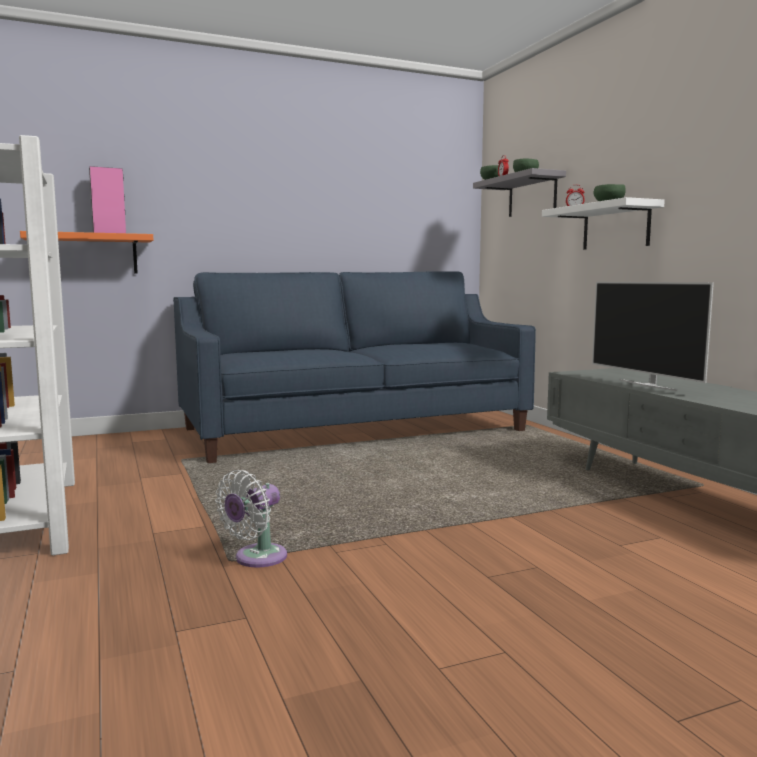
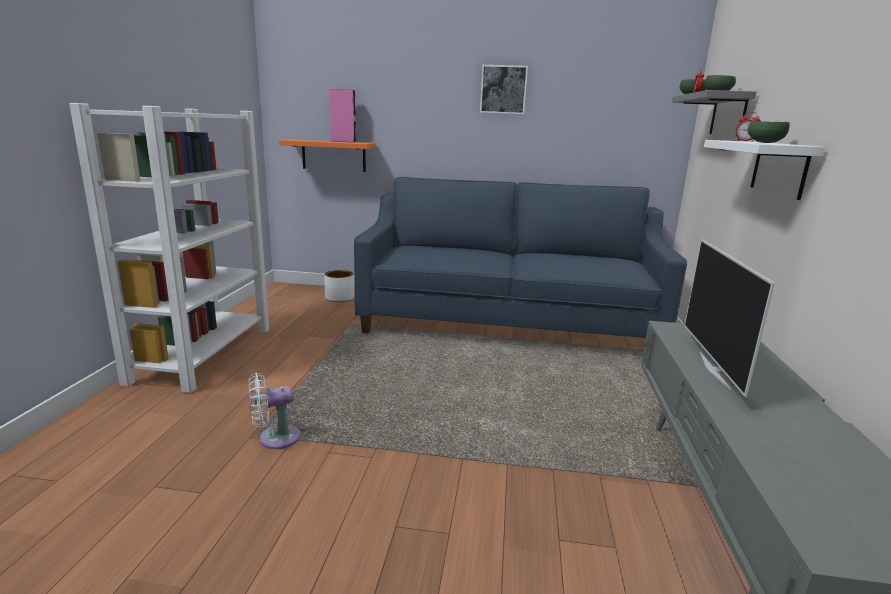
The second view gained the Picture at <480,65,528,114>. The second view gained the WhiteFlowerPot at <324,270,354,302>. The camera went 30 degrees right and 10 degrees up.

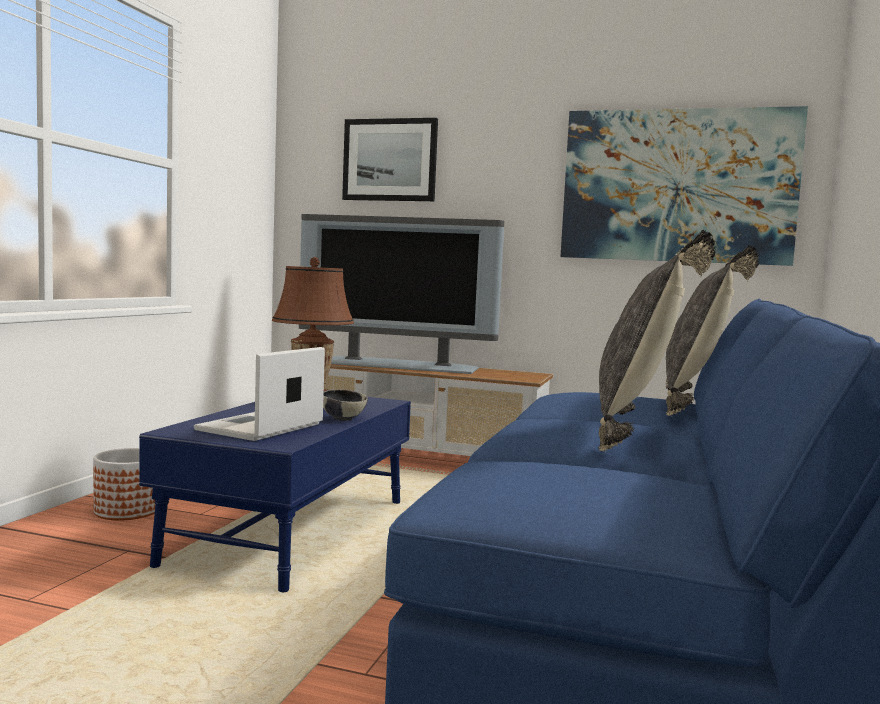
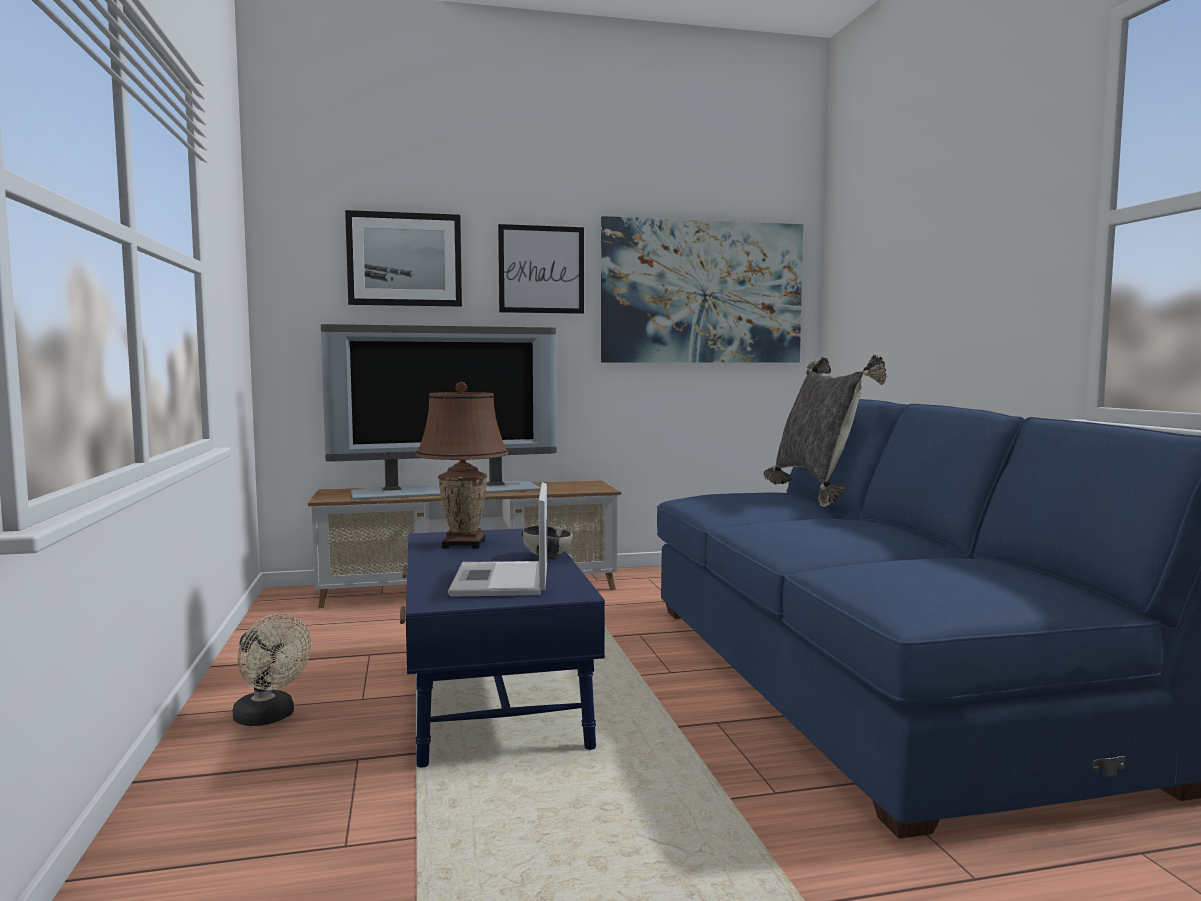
The second view lost the ThrowPillow at <598,230,716,452>. Where the FlowerPot stood at <93,448,155,521>, the BeigeColouredFan came to stand at <232,613,311,726>. The second view gained the Picture at <498,224,584,314>. The camera went 30 degrees left and 0 degrees up.

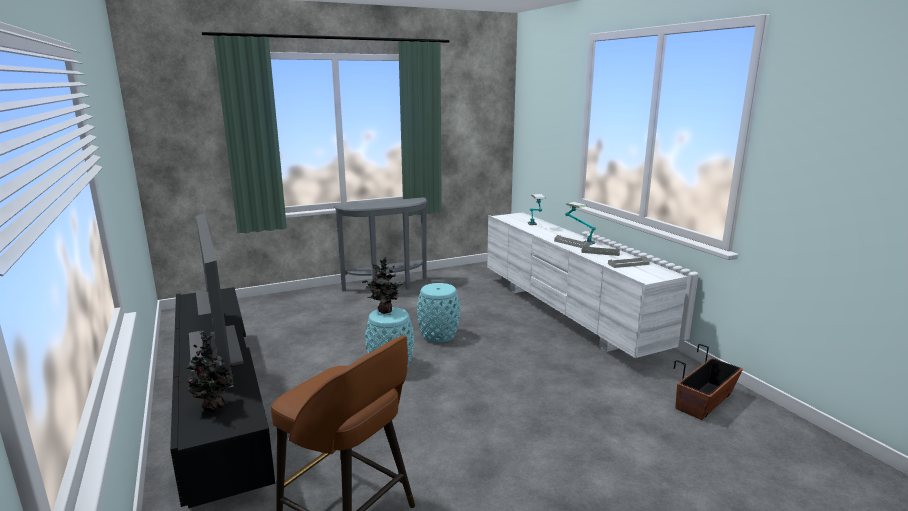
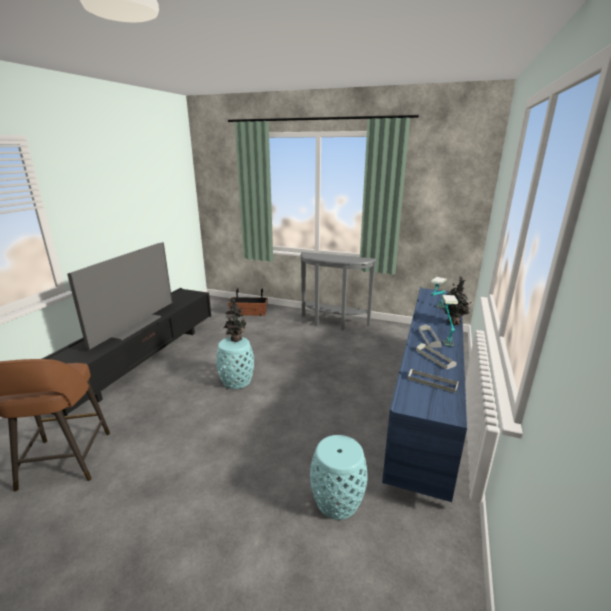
What was the WhiteCabinet at <487,213,688,358> turned into the BlueColouredCabinet at <382,287,467,502>. The TurquoiseSittingStool ended up elsewhere, having gone from <417,283,460,343> to <310,435,368,520>. The Houseplant ended up elsewhere, having gone from <186,331,234,412> to <443,276,471,325>. The FlowerPot ended up elsewhere, having gone from <674,344,743,420> to <228,288,268,316>. The camera went 45 degrees right and 5 degrees up.

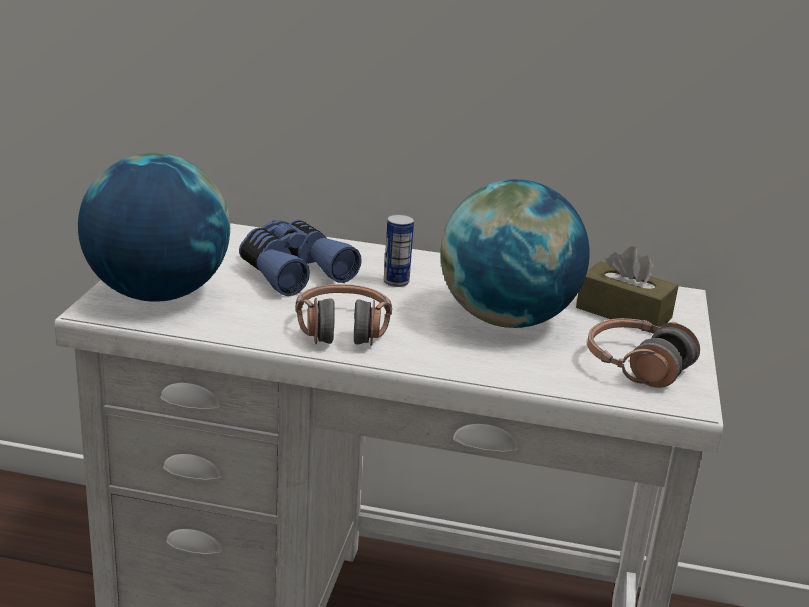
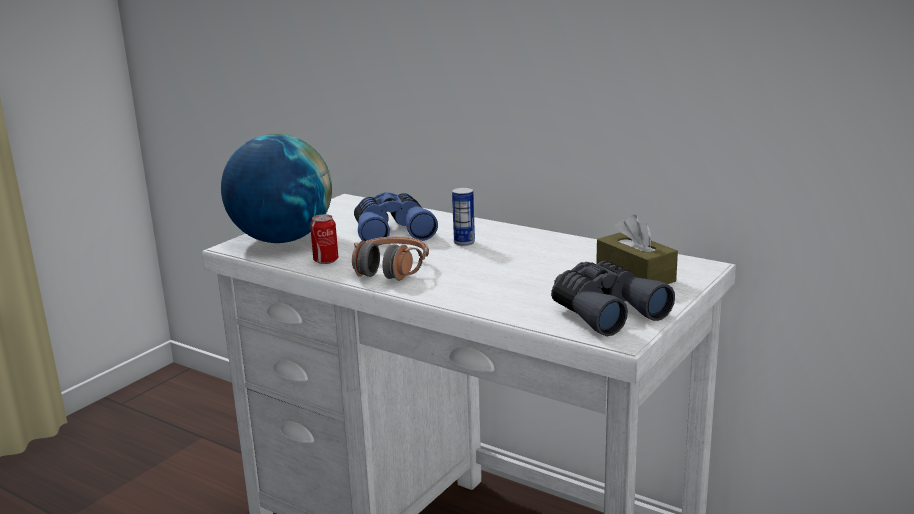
The second view lost the Globe at <440,179,590,328>. Where the Headphones stood at <587,318,700,388>, the GreyBinoculars came to stand at <551,261,675,336>. The second view gained the MetalCan at <310,214,338,264>. The camera went 25 degrees right and 5 degrees down.

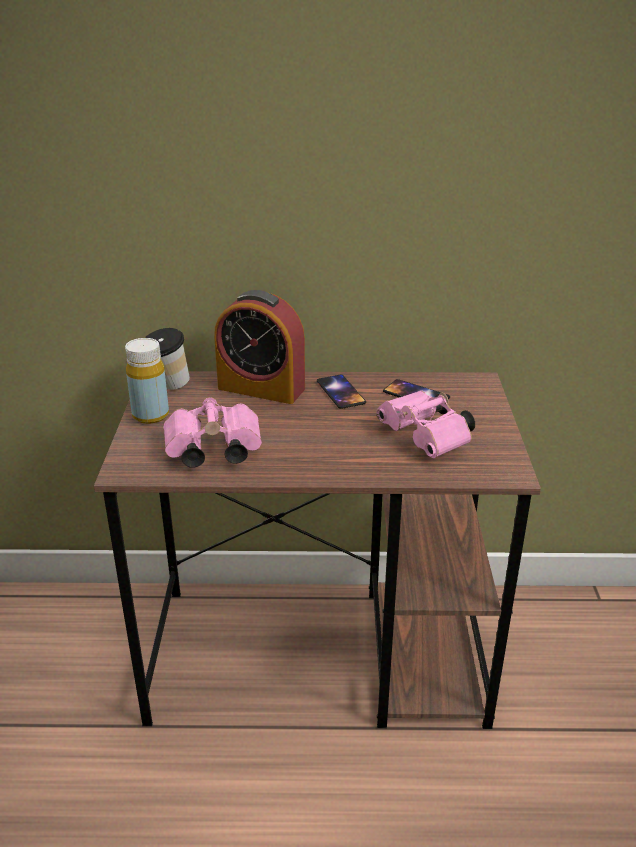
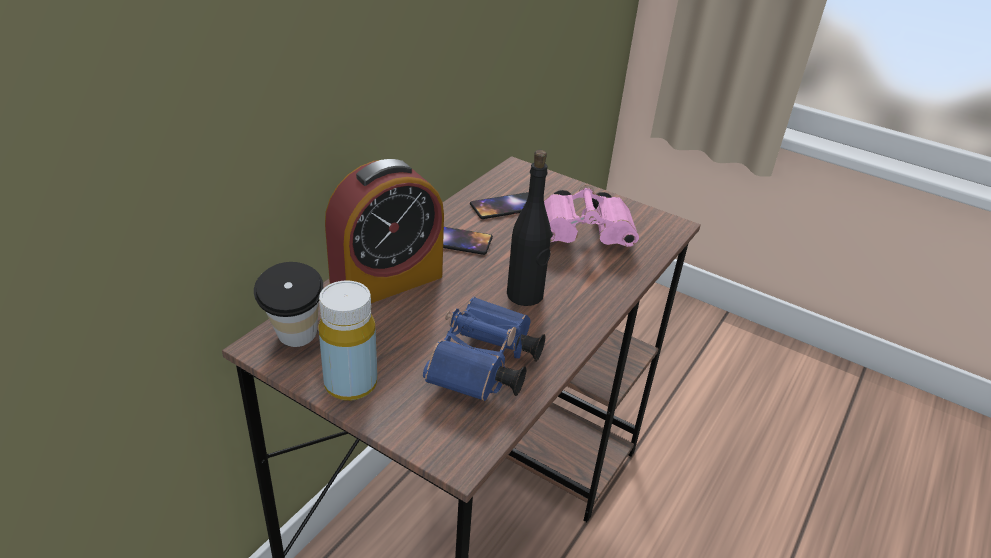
What was the PinkColouredBinoculars at <164,397,262,468> turned into the BlueColouredBinoculars at <423,297,546,401>. The second view gained the BlackBottle at <507,150,551,306>. The camera went 60 degrees left and 5 degrees up.

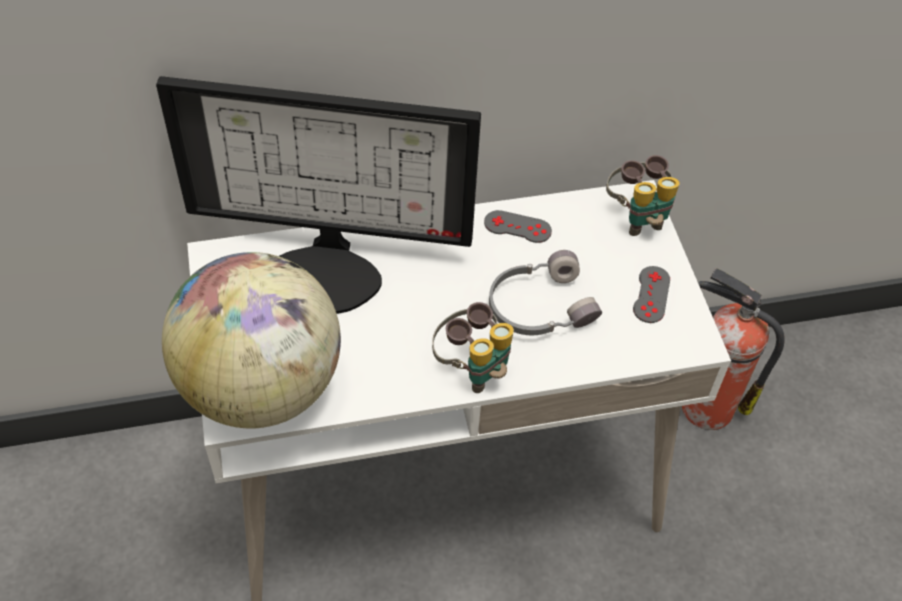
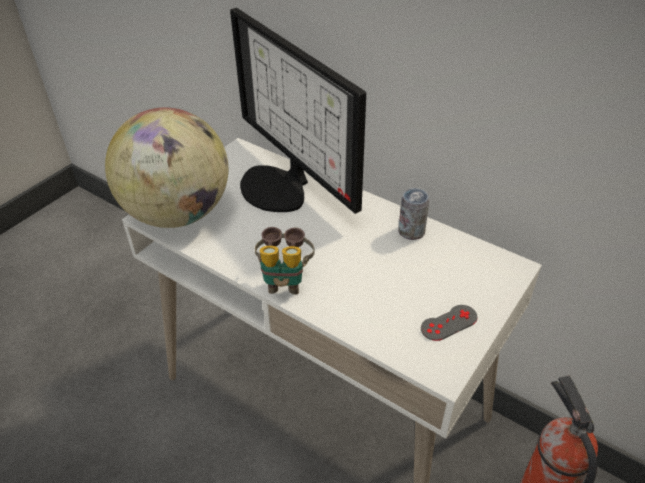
The second view lost the Binoculars at <606,155,680,236>. Where the GreyGamepad stood at <484,210,552,243>, the MetalCan came to stand at <398,188,429,240>. The second view lost the GreyHeadphones at <489,250,602,335>. The camera went 50 degrees right and 10 degrees down.

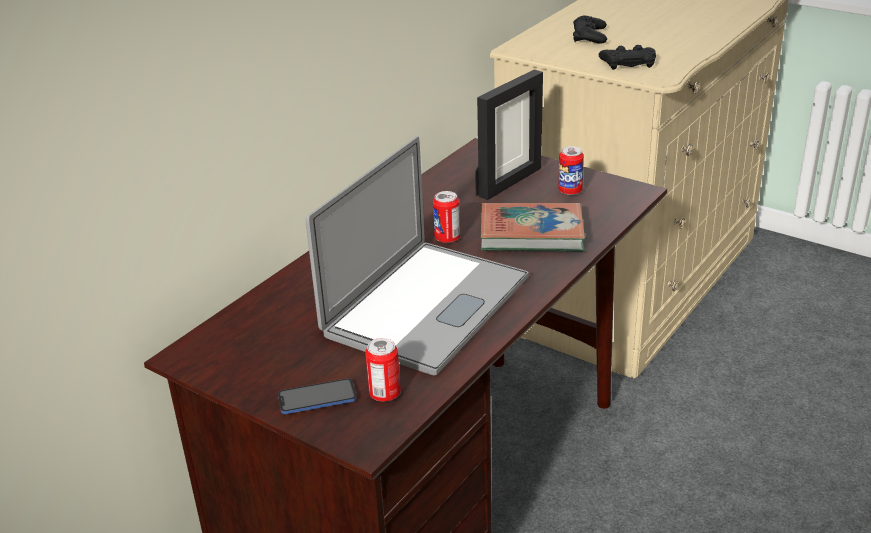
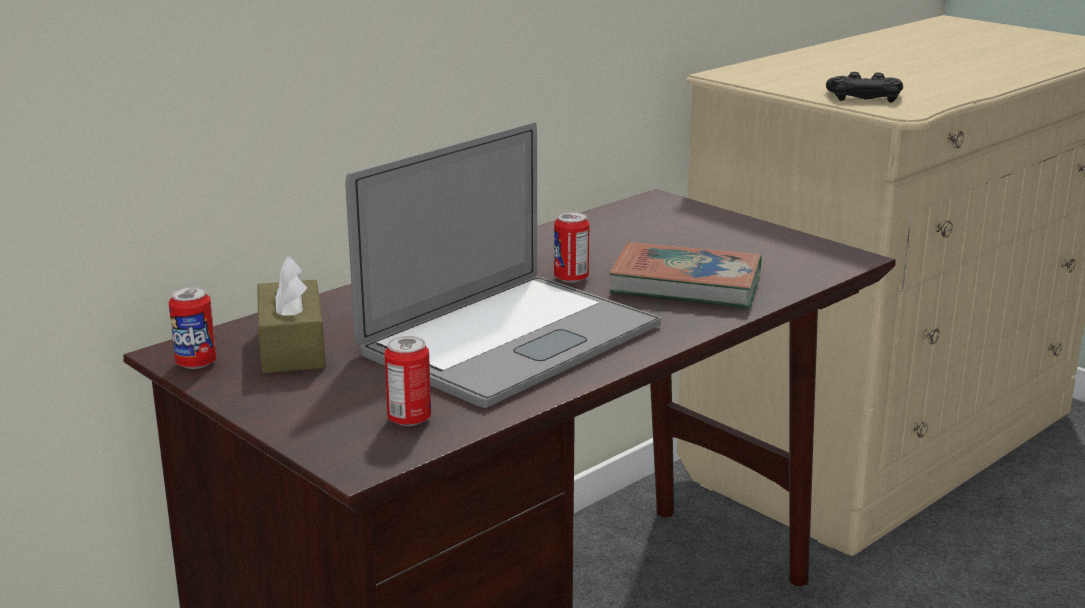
The second view lost the BlackGamepad at <573,15,607,44>. The second view lost the StandingFrame at <475,70,543,200>. The MetalCan ended up elsewhere, having gone from <558,146,584,195> to <169,287,216,369>. The second view lost the Handset at <278,379,357,414>. The second view gained the BrownColouredTissueBox at <257,256,326,373>. The camera went 10 degrees right and 10 degrees down.

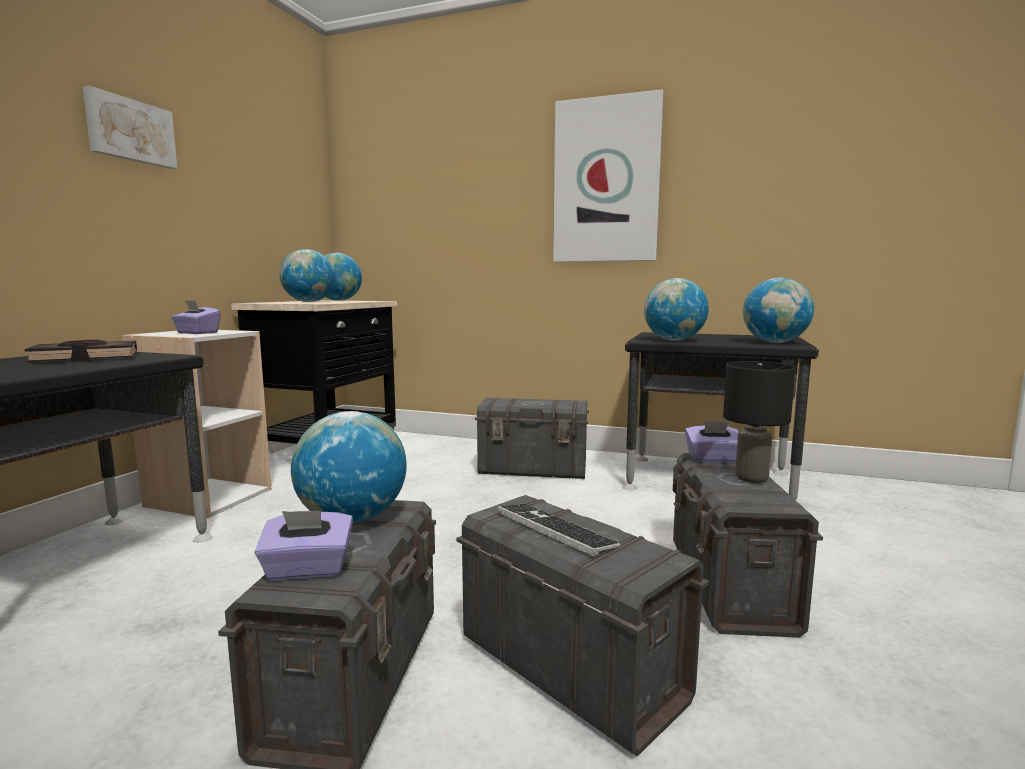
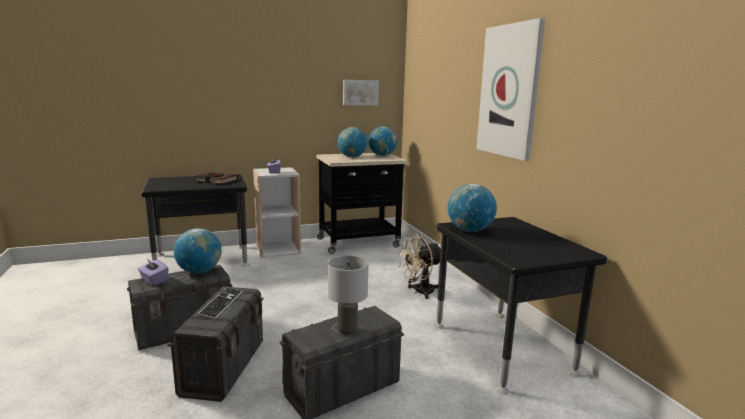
The Picture ended up elsewhere, having gone from <83,86,177,169> to <343,80,379,105>. The second view lost the Globe at <743,278,814,343>. What was the BlackTableLamp at <723,361,796,483> turned into the WhiteTableLamp at <328,255,368,335>. Where the GreyStorageBin stood at <475,398,589,479>, the BeigeColouredFan came to stand at <398,234,441,299>. The second view lost the PurplishTissueBox at <685,421,738,463>. The camera went 50 degrees right and 5 degrees up.

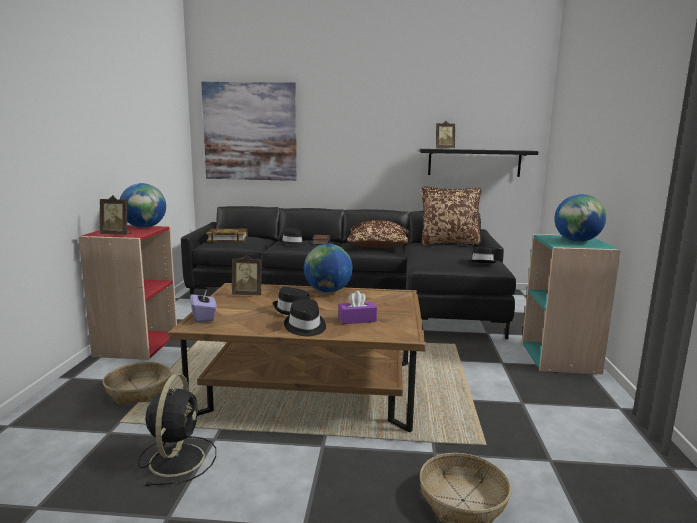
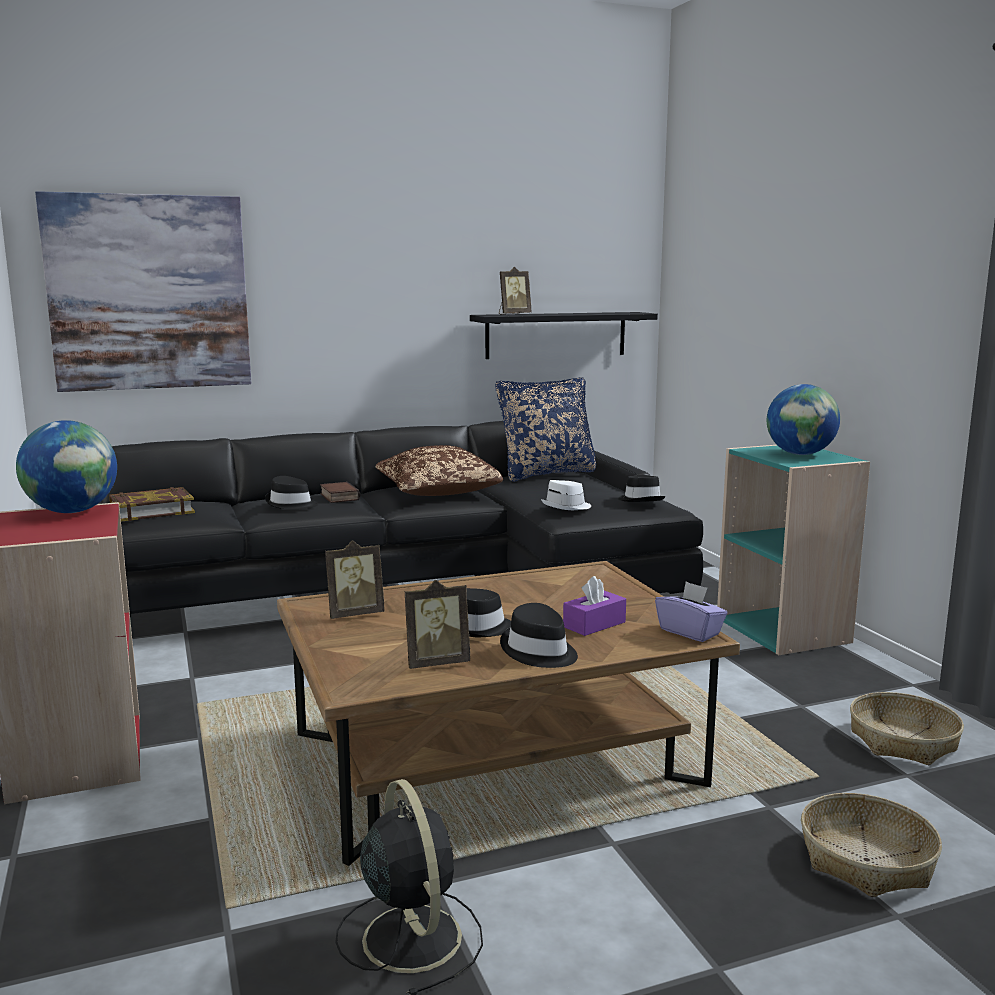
What was the BrownColouredThrowPillow at <421,186,482,245> turned into the BlueColouredThrowPillow at <495,377,596,482>. The StandingFrame ended up elsewhere, having gone from <100,195,131,235> to <405,580,470,669>. The second view lost the Globe at <304,244,353,293>. The PurplishTissueBox ended up elsewhere, having gone from <190,289,217,322> to <655,581,728,642>. The Basket ended up elsewhere, having gone from <103,362,171,405> to <850,692,964,765>. The second view gained the WhiteWearableHat at <541,480,591,510>. The camera went 25 degrees left and 0 degrees up.

